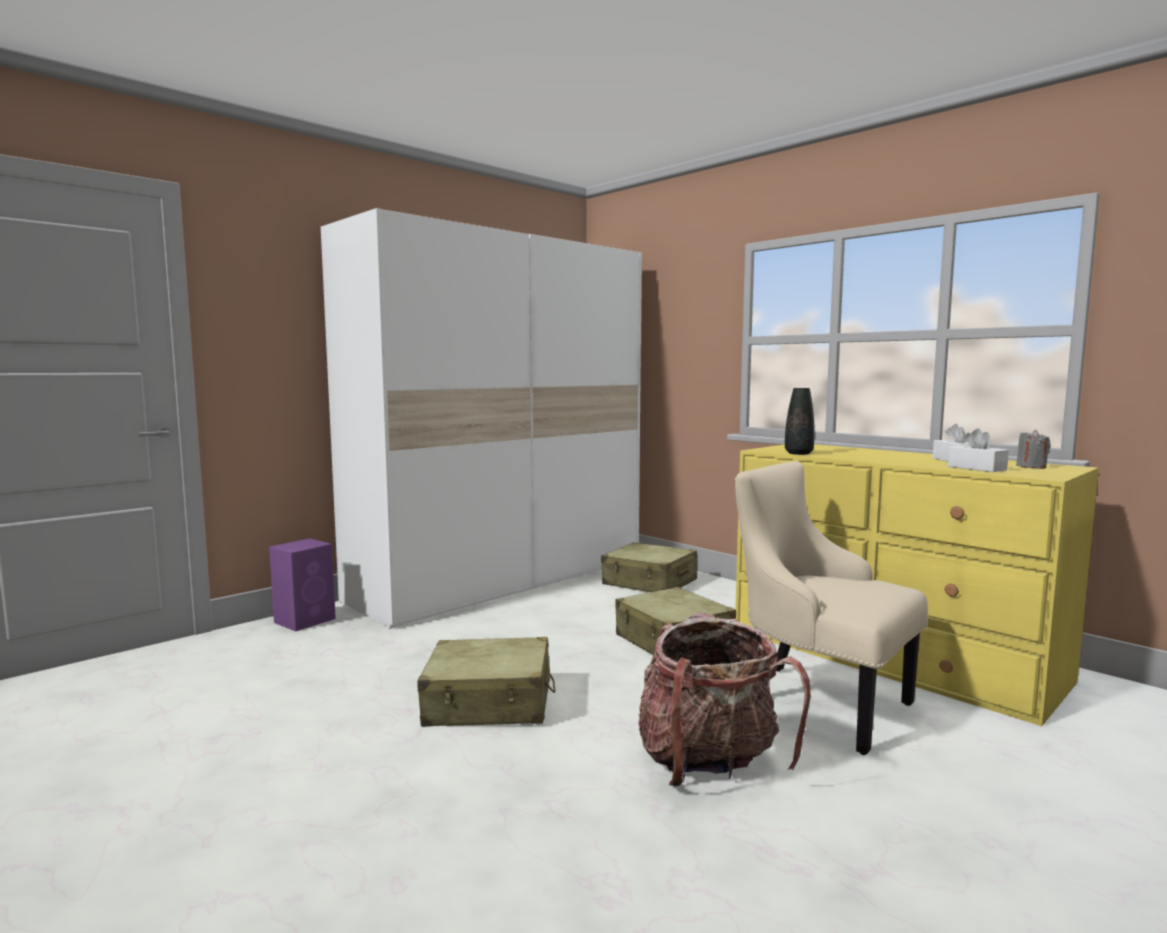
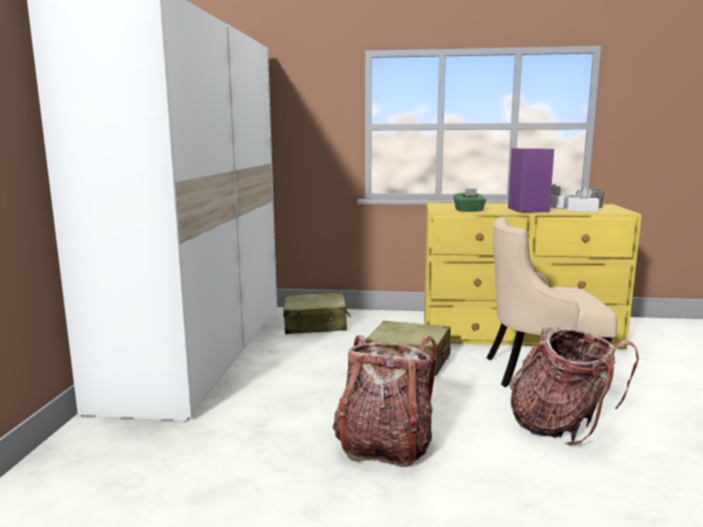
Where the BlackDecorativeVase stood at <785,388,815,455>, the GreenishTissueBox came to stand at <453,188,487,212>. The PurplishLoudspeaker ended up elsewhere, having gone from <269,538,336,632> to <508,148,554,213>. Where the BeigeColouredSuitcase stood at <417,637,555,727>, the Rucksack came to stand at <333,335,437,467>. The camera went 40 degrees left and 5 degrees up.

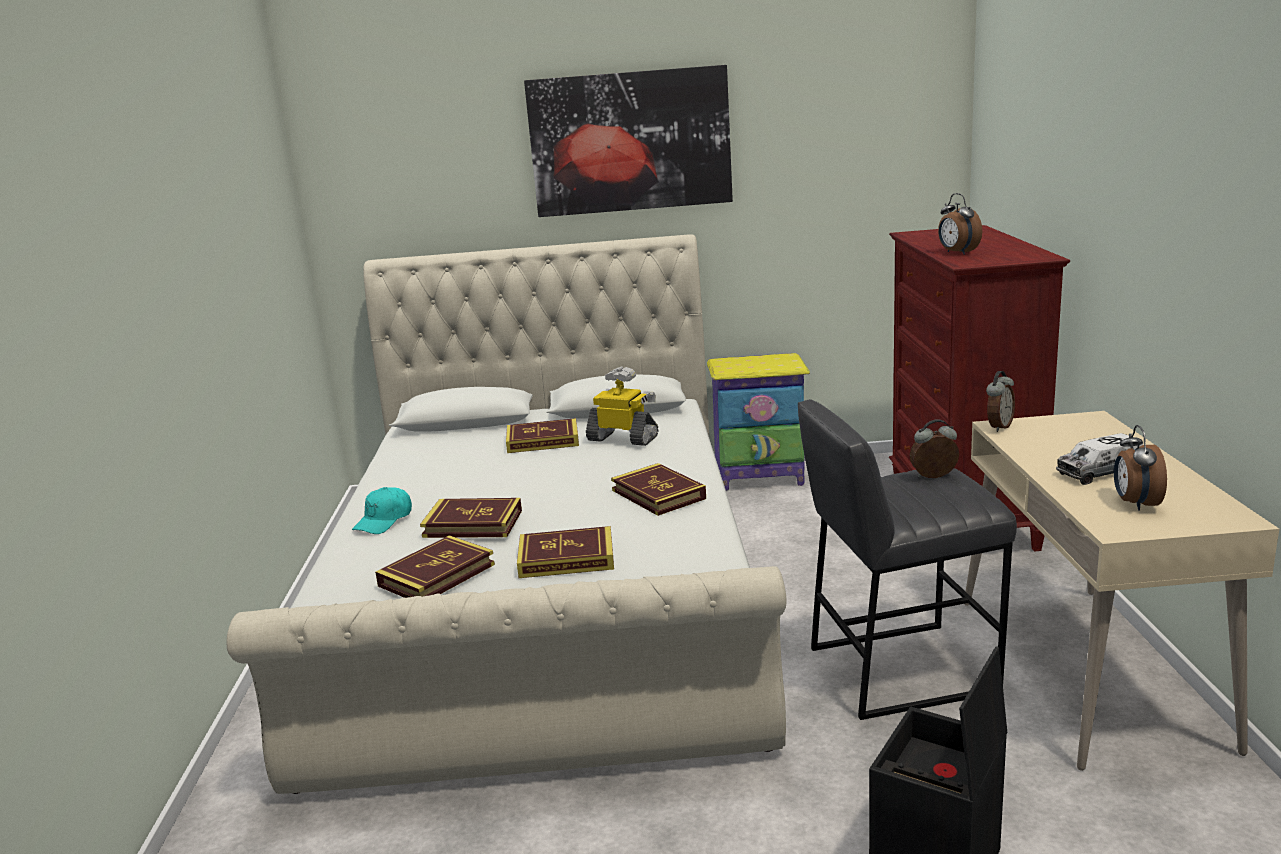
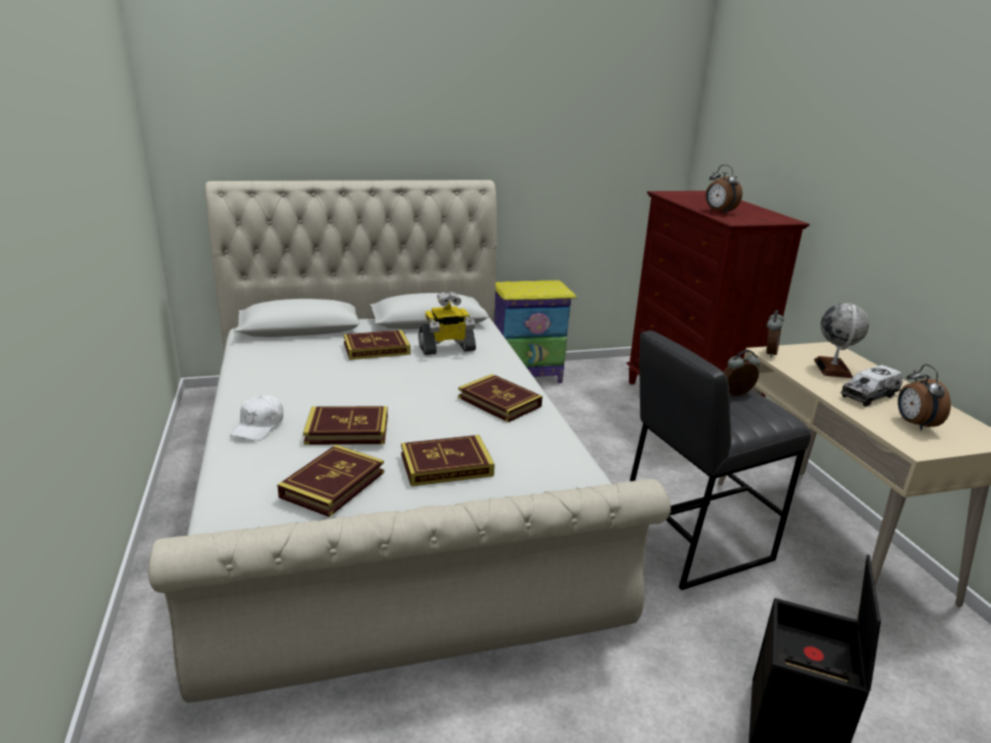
The second view lost the Picture at <524,65,733,217>. The RobotFigure at <586,366,658,446> ended up facing another way, 150 degrees clockwise from before. What was the TurquoisePeakedCap at <352,487,412,534> turned into the WhitePeakedCap at <230,395,283,441>. The second view gained the Globe at <814,303,869,378>. The camera went 15 degrees left and 5 degrees up.

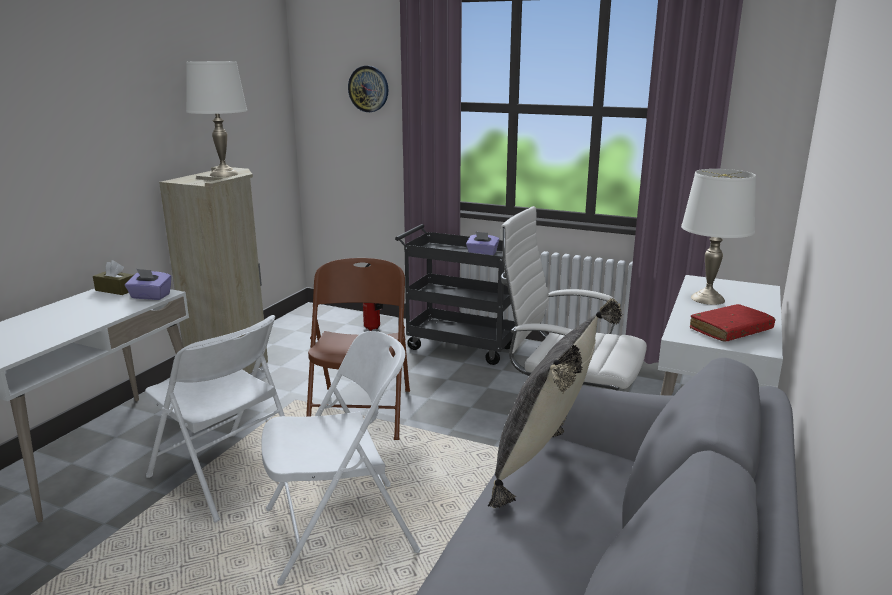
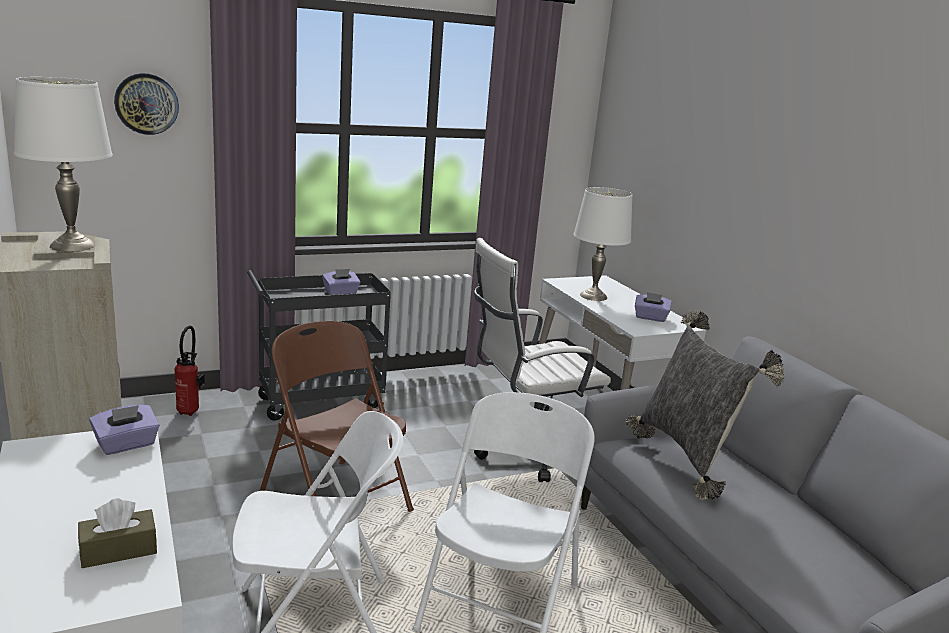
The BrownColouredTissueBox ended up elsewhere, having gone from <93,260,134,295> to <78,498,157,568>. Where the ReddishBoundBook stood at <690,304,776,342>, the PurplishTissueBox came to stand at <635,292,671,322>. The camera went 50 degrees left and 0 degrees up.

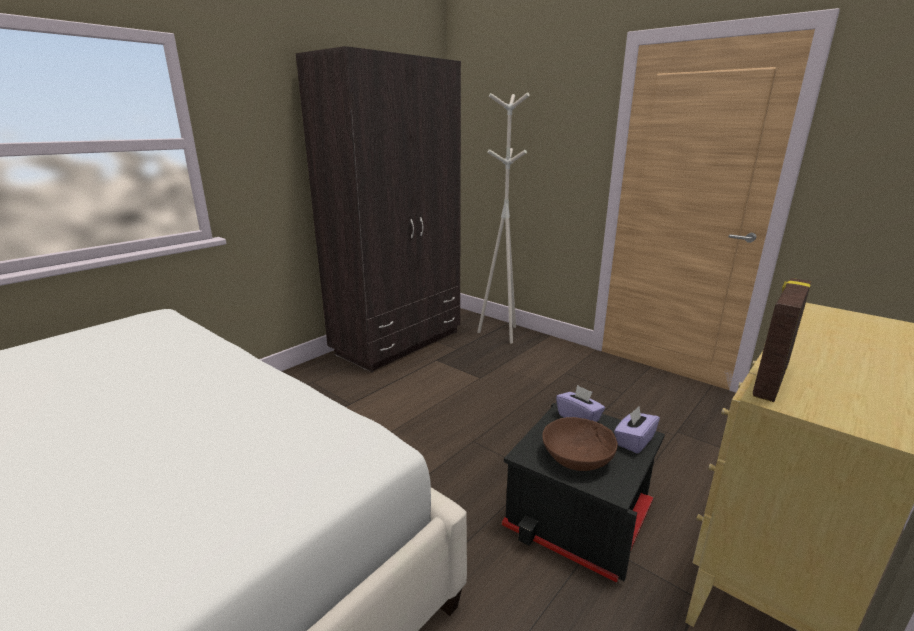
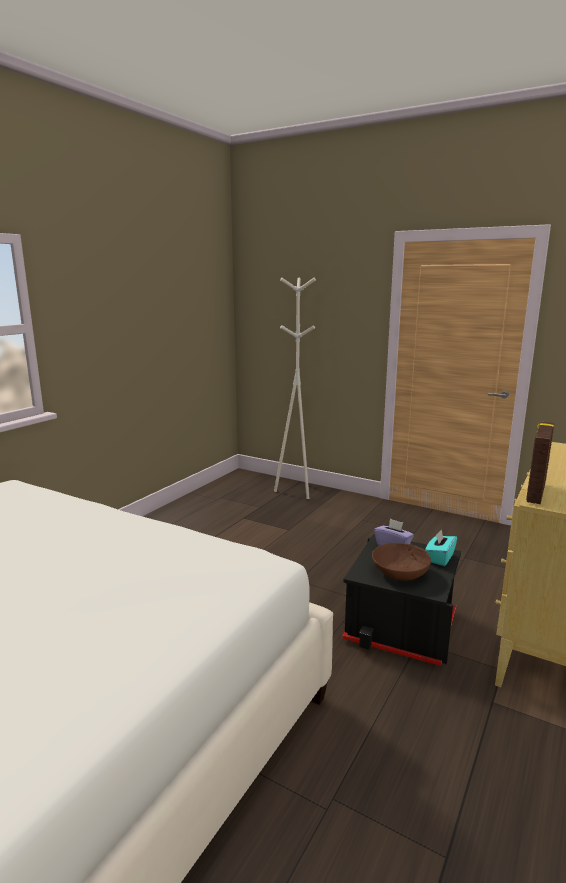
The second view lost the BrownColouredWardrobe at <296,46,461,372>. What was the PurplishTissueBox at <614,406,660,454> turned into the TurquoiseTissueBox at <425,529,457,566>. The camera went 10 degrees left and 5 degrees down.

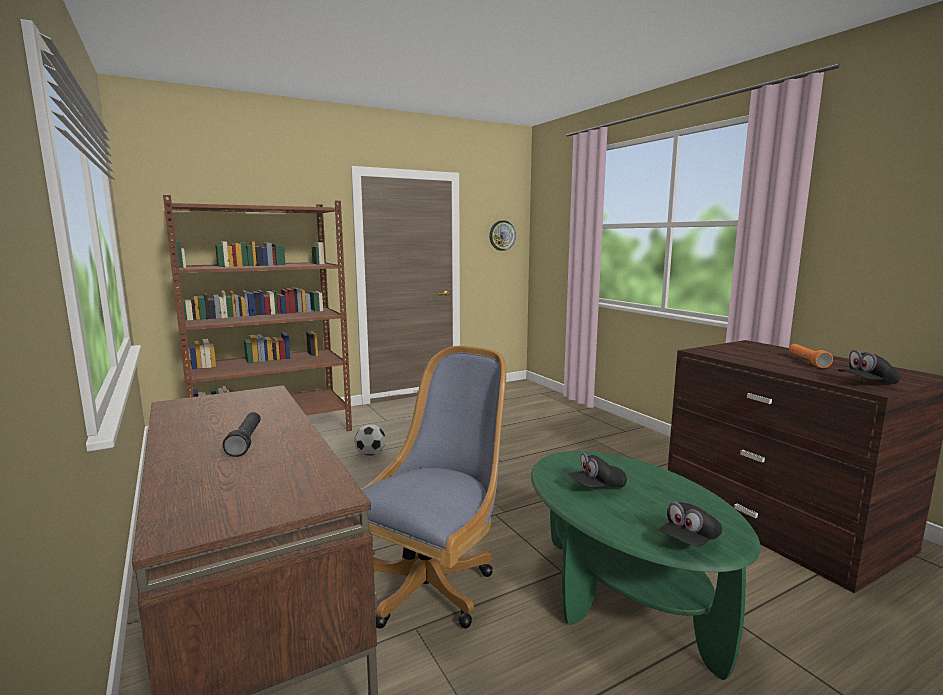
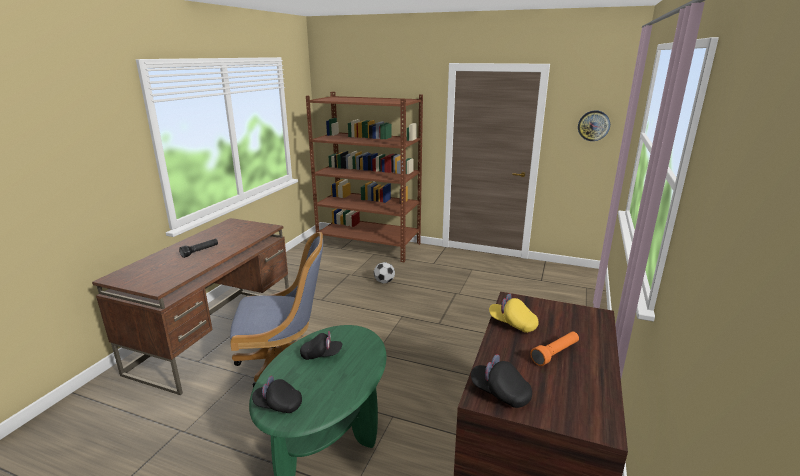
The BlackPeakedCap at <569,452,627,488> ended up facing another way, 150 degrees clockwise from before. The second view gained the YellowishPeakedCap at <489,293,539,333>. The camera went 50 degrees right and 10 degrees up.

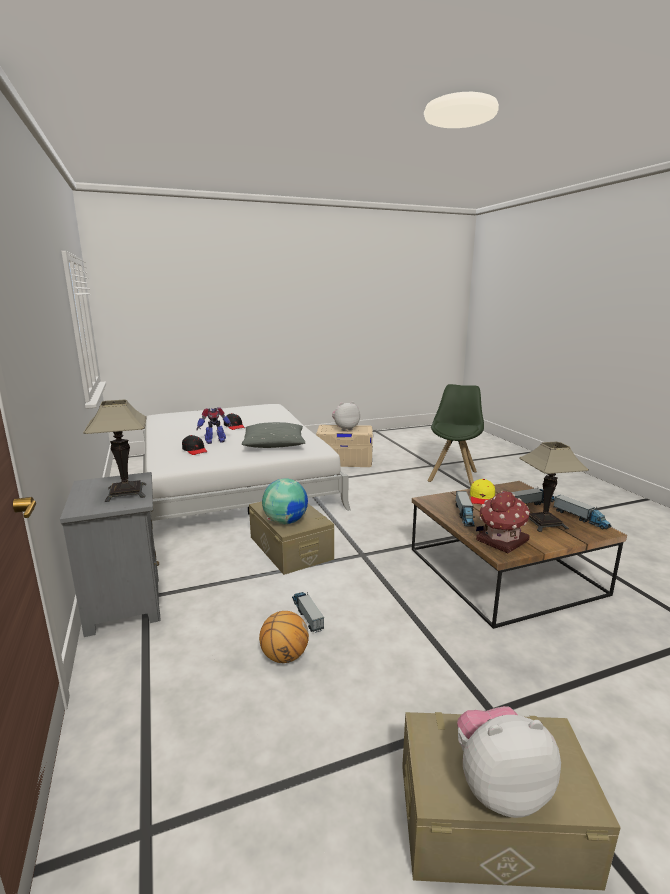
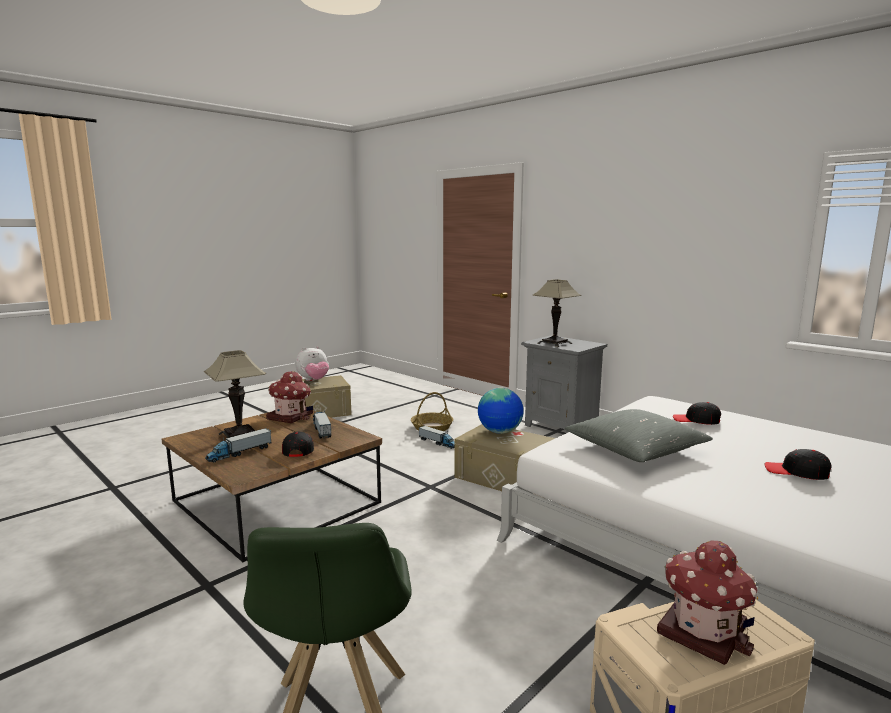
Where the CuddlyToy stood at <332,401,360,431>, the MiniatureHouse came to stand at <657,540,758,665>. The second view lost the RobotFigure at <197,407,232,444>. What was the YellowishPeakedCap at <470,479,495,504> turned into the BlackPeakedCap at <282,432,314,457>. The second view lost the ModelTruck at <554,495,612,529>. Where the BallForBasketball stood at <259,611,309,663>, the Basket came to stand at <411,392,453,431>. The camera went 155 degrees right and 5 degrees down.

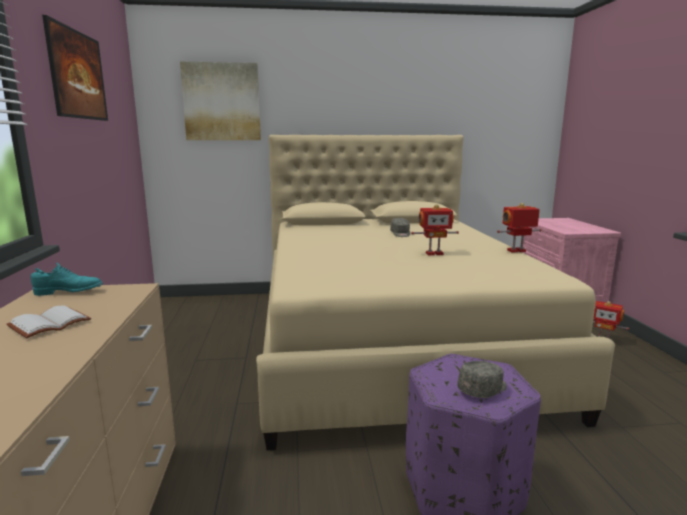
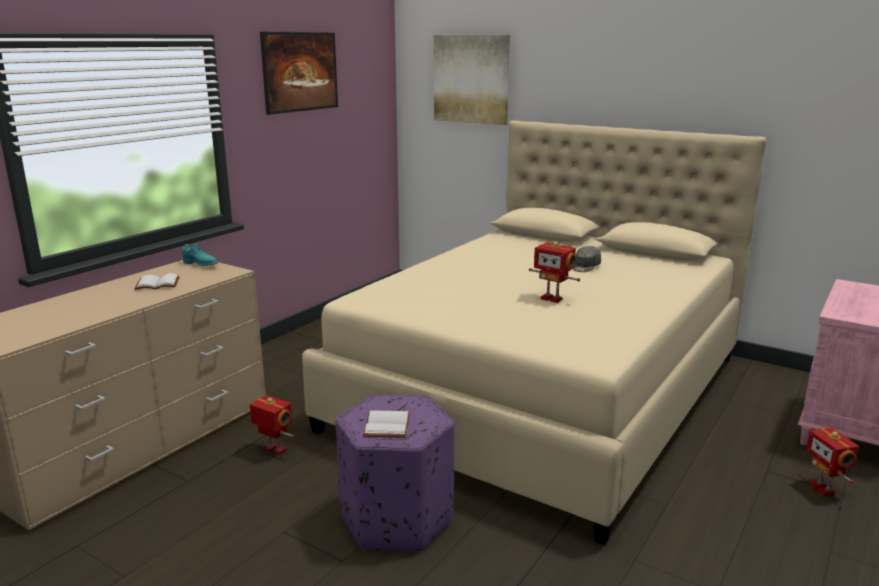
The RobotFigure ended up elsewhere, having gone from <497,203,542,252> to <250,395,294,455>. Where the GreyPeakedCap stood at <457,361,507,398>, the WhiteBoundBook came to stand at <363,410,410,437>. The camera went 40 degrees right and 5 degrees up.

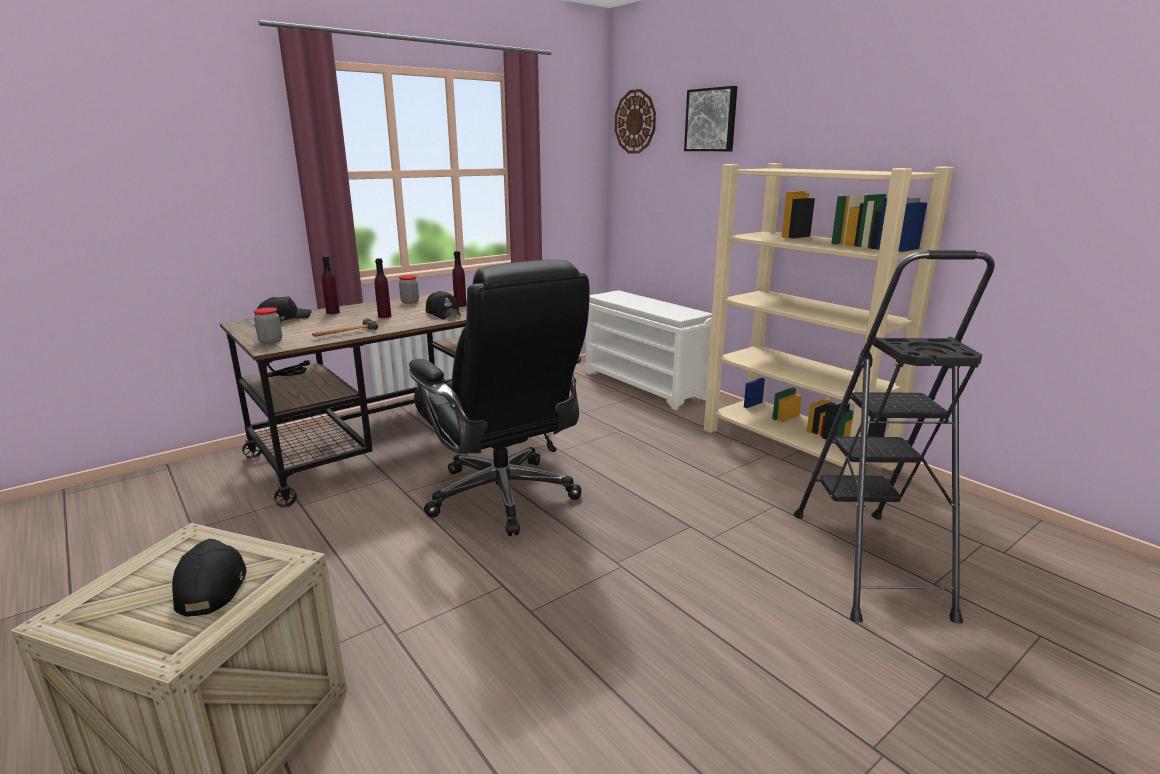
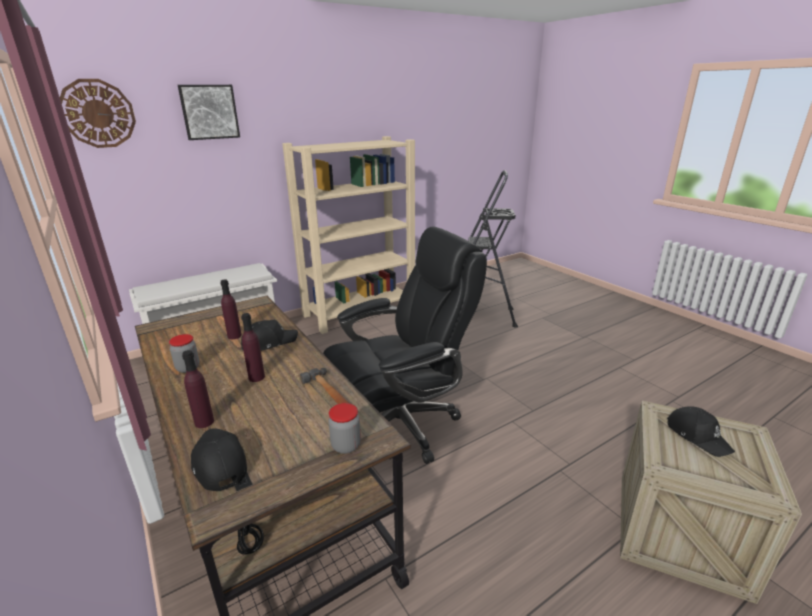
The BlackPeakedCap at <172,539,247,617> ended up facing another way, 105 degrees counterclockwise from before. The camera went 85 degrees left and 5 degrees up.

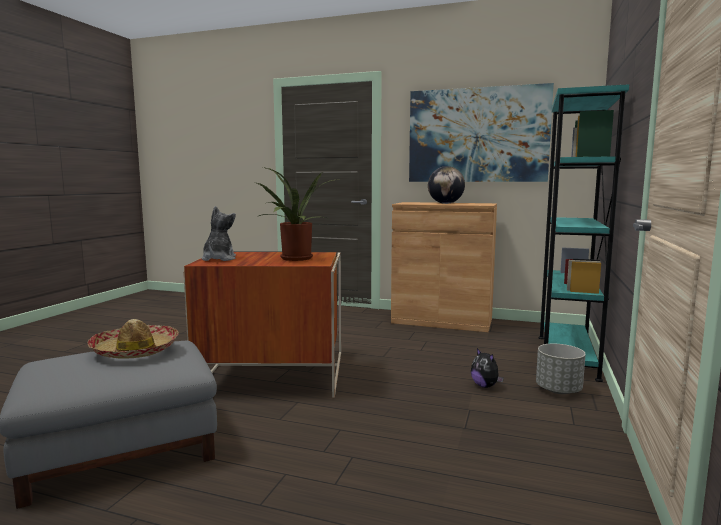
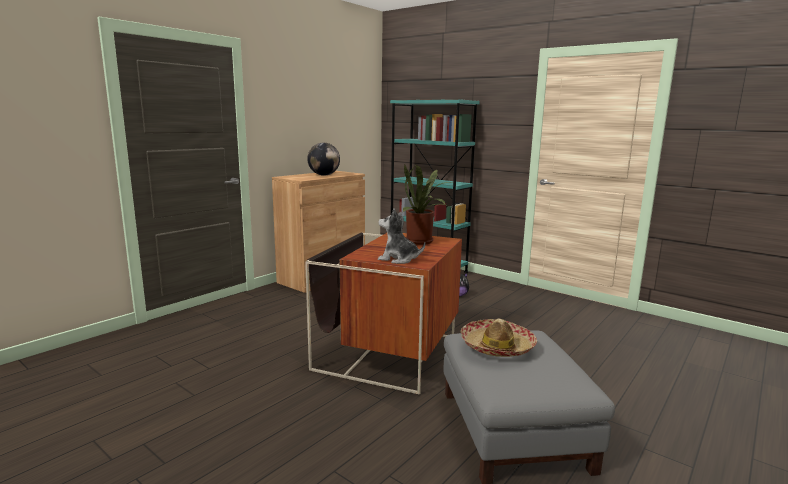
The second view lost the Picture at <409,83,554,182>. The second view lost the GreyFlowerPot at <536,344,586,394>. The camera went 70 degrees left and 5 degrees up.

